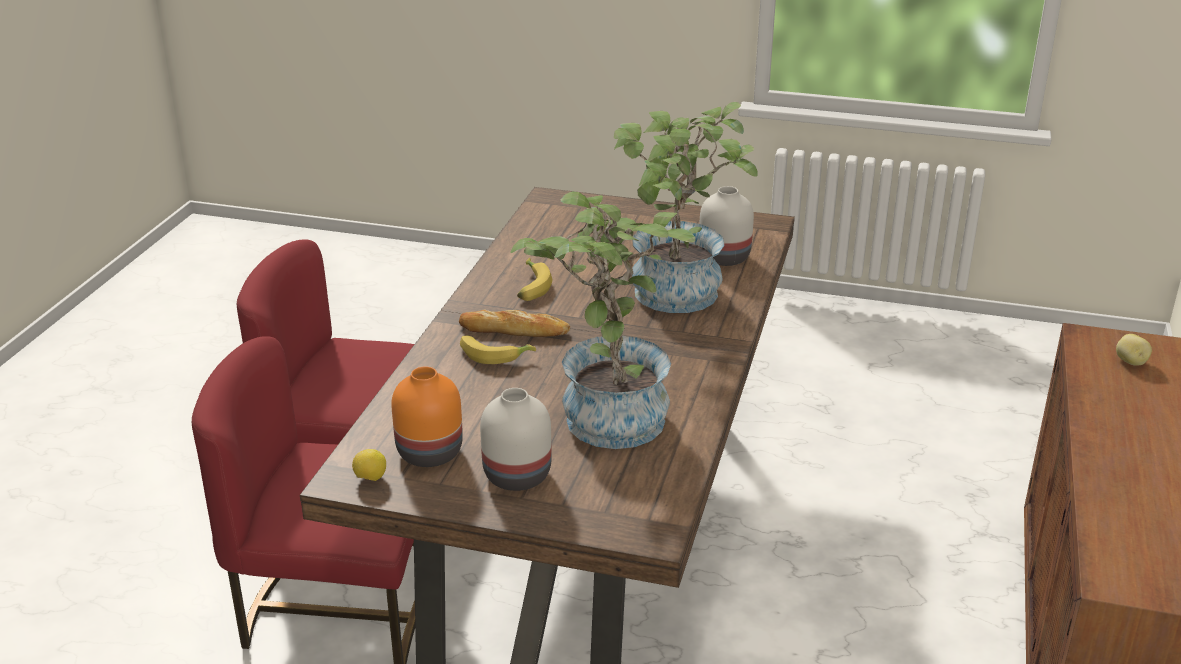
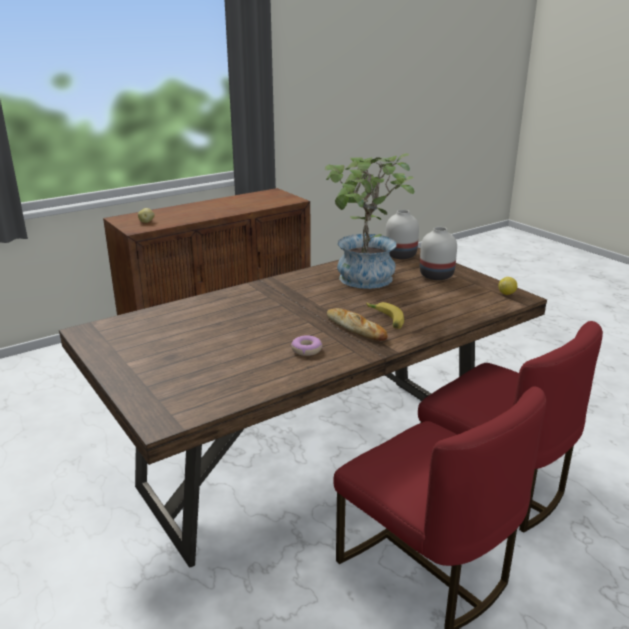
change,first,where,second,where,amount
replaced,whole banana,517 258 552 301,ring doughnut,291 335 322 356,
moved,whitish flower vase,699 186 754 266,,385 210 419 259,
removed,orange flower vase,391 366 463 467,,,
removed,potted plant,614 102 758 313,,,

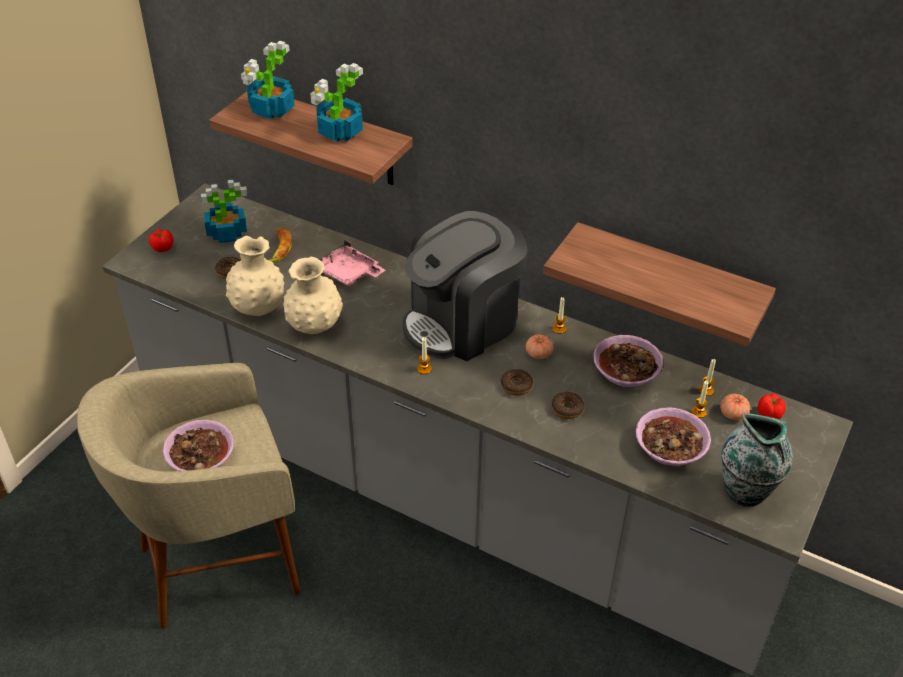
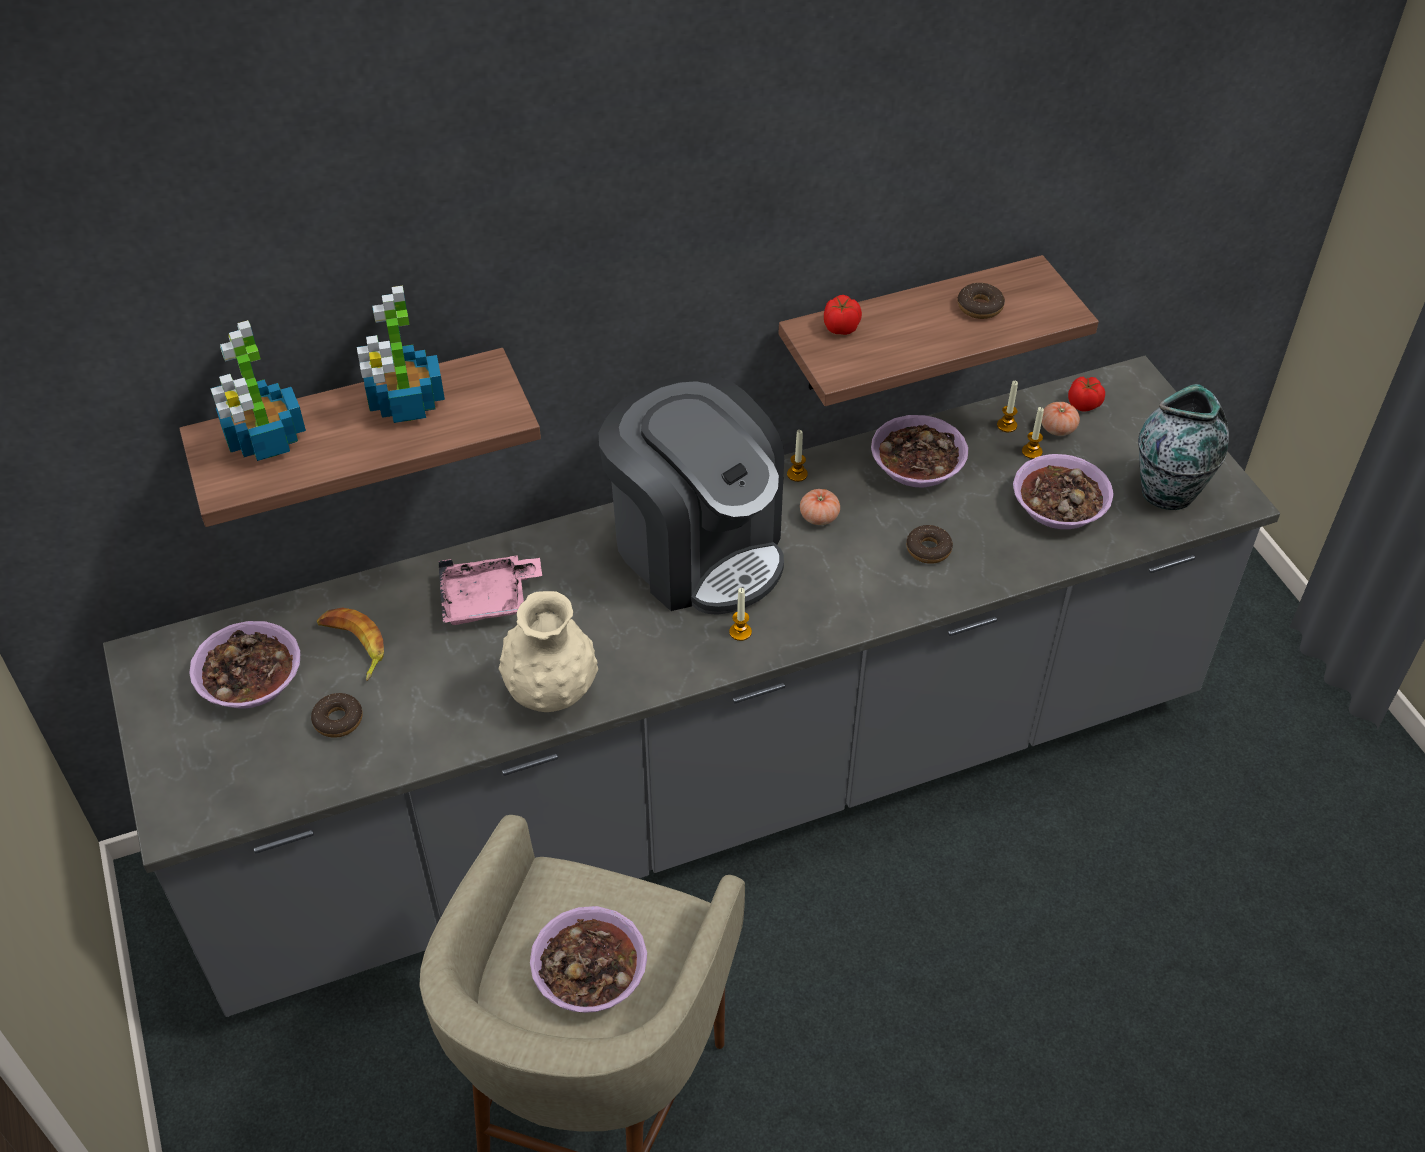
change,first,where,second,where,amount
replaced,potted plant,201 180 248 243,serving bowl,189 621 300 709,
turned,coffee maker,403 206 528 361,,599 373 784 615,45 degrees counterclockwise
moved,fresh tomato,149 229 173 252,,824 295 862 335,
moved,ring doughnut,501 369 533 396,,958 283 1005 319,
removed,beige-coloured flower vase,226 236 284 316,,,

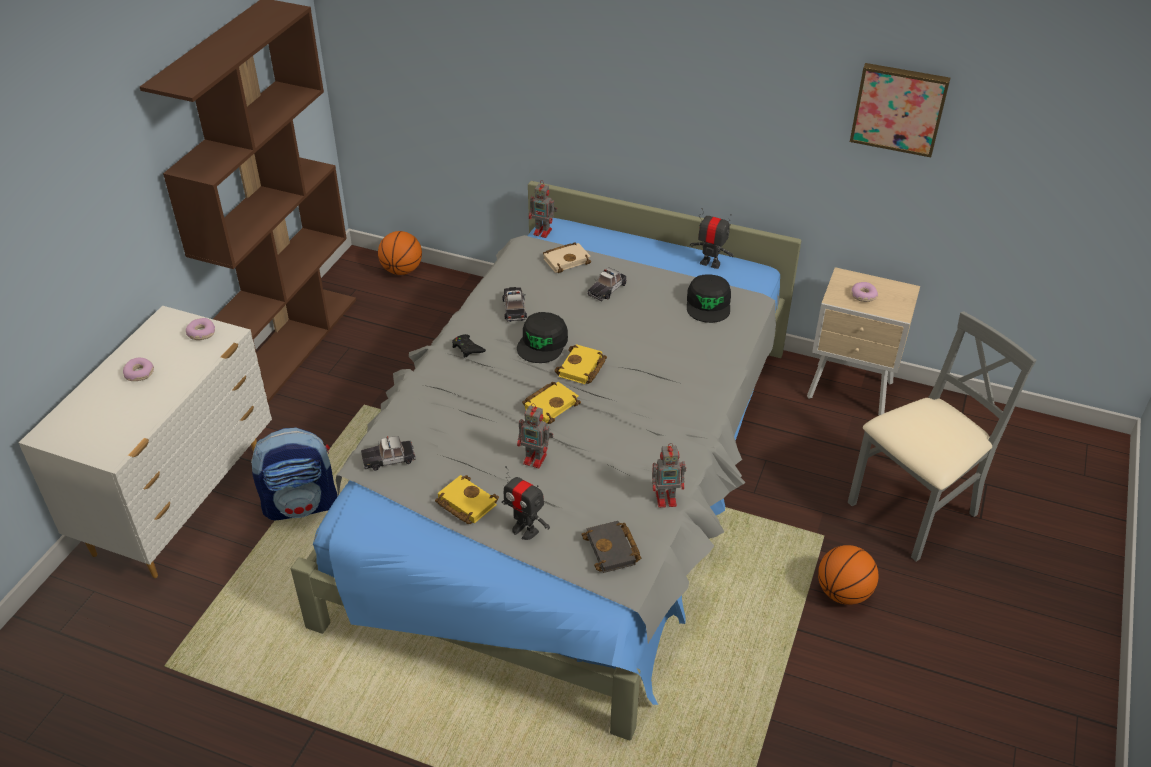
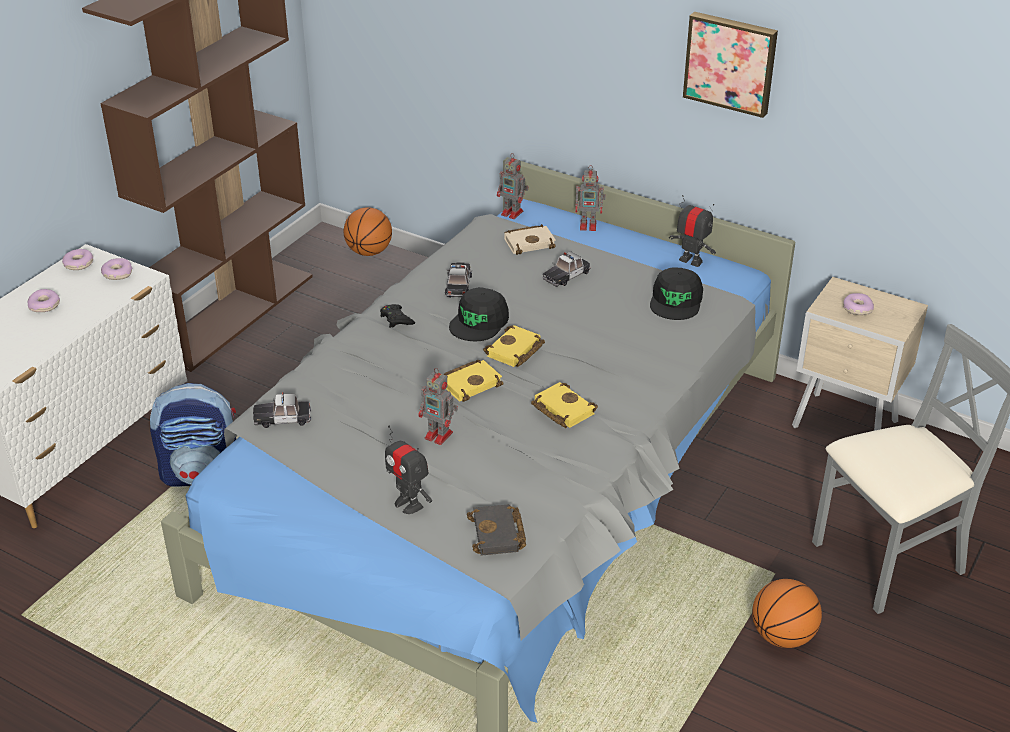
change,first,where,second,where,amount
added,,,ring doughnut,62 249 93 270,
moved,yellow-coloured bound book,435 475 499 524,,531 382 598 428,
moved,toy robot,652 443 686 508,,575 165 606 231,
moved,wall picture,850 63 950 157,,683 12 778 118,

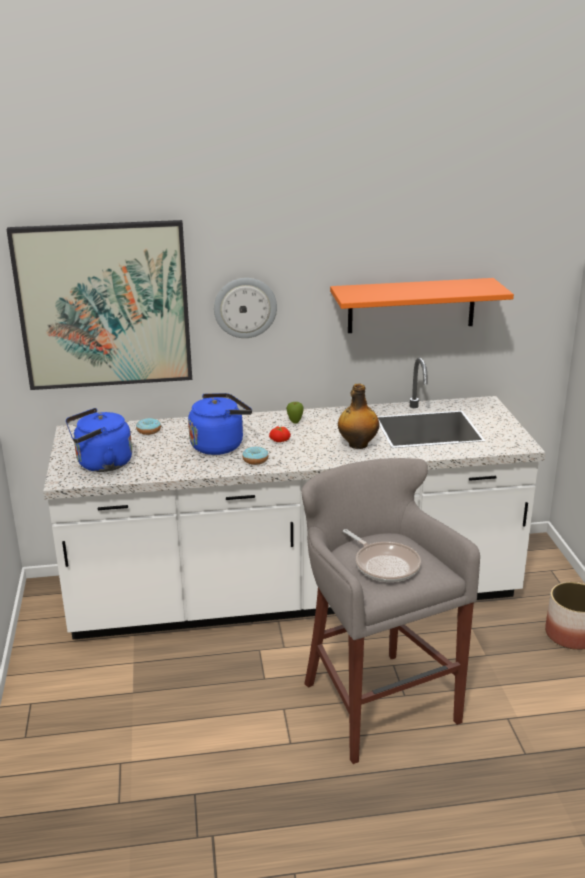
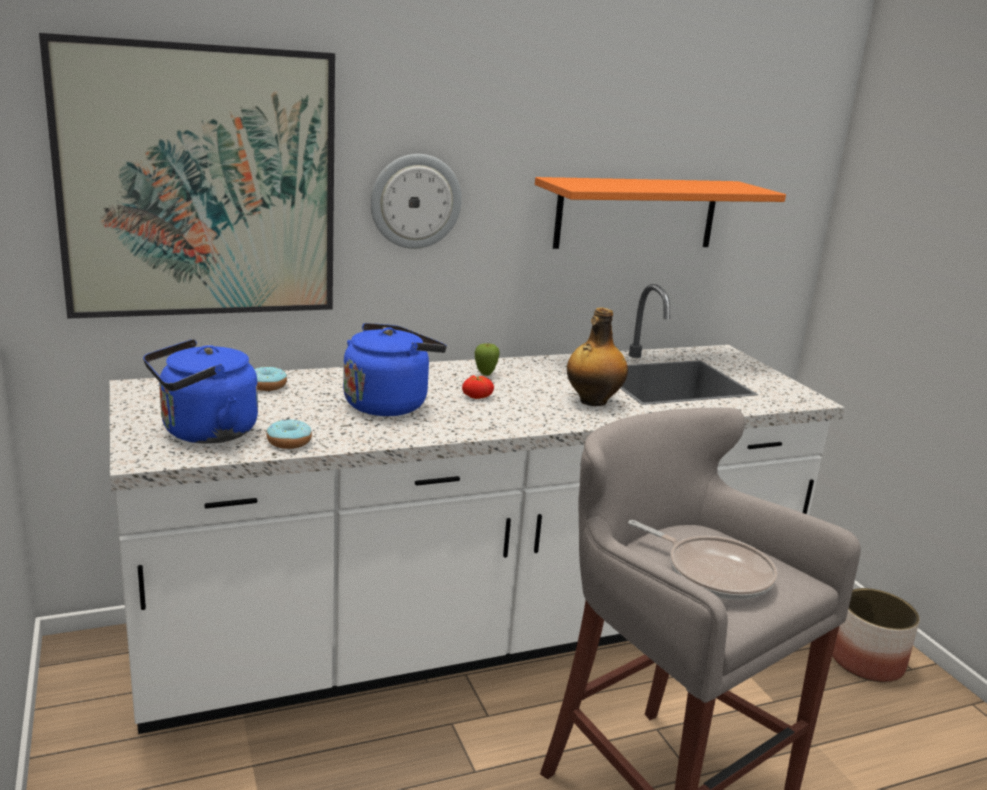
change,first,where,second,where,amount
moved,ring doughnut,242 447 268 465,,266 420 312 449,

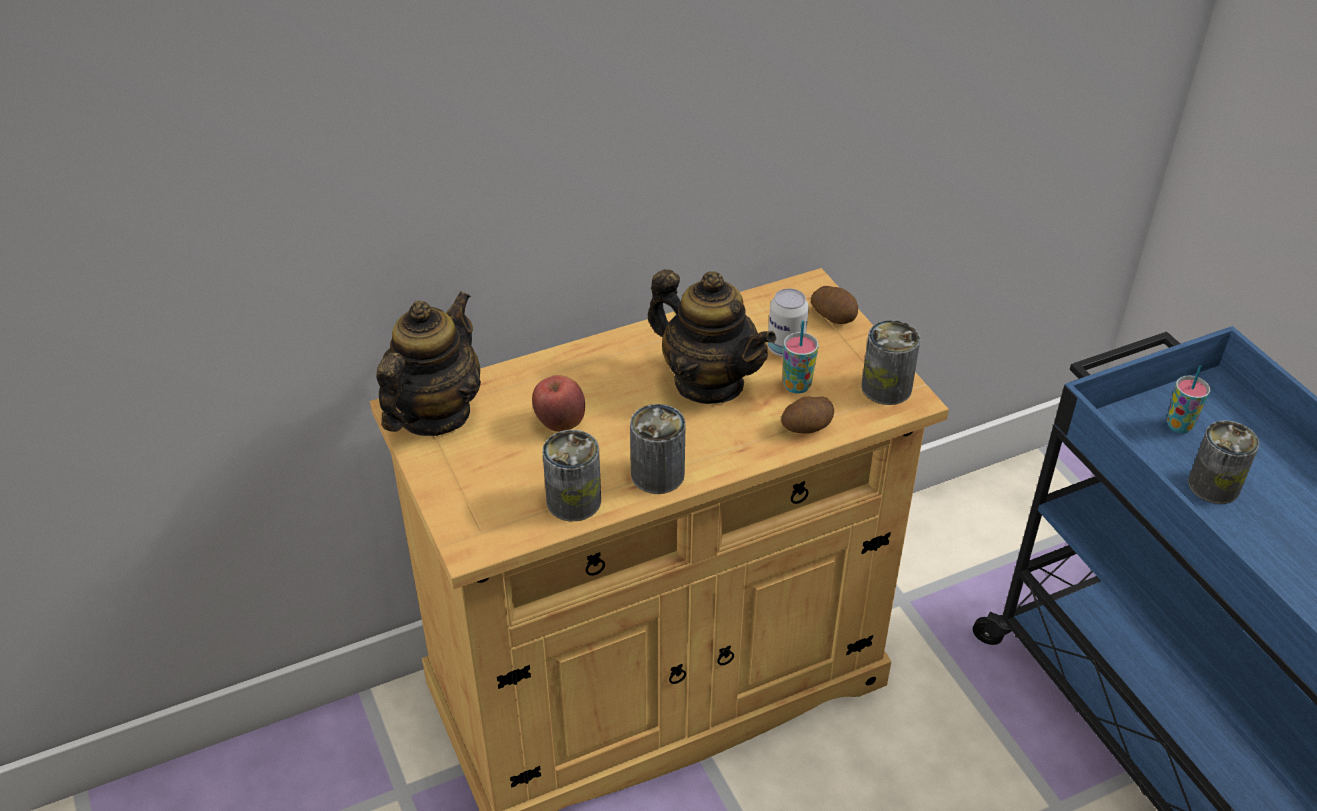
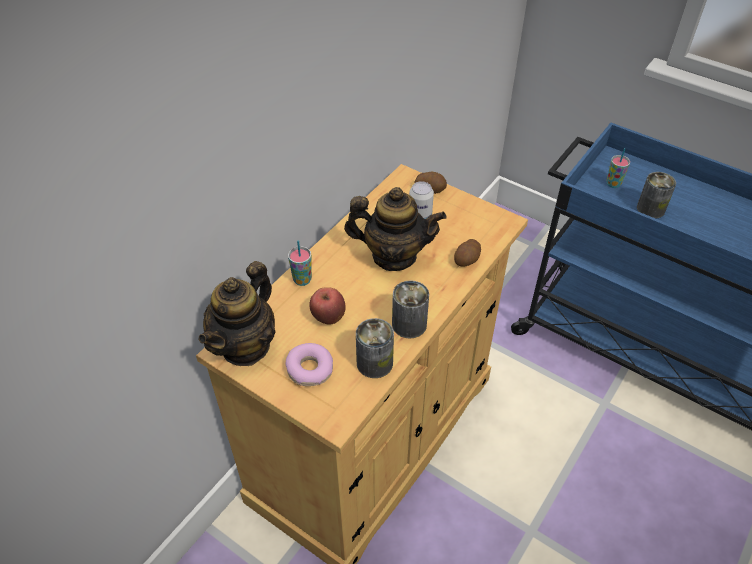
change,first,where,second,where,amount
turned,tea pot,376 291 481 436,,199 261 276 366,150 degrees counterclockwise
added,,,ring doughnut,286 343 333 386,
moved,cup,783 321 819 394,,288 240 312 286,
removed,metal can,862 320 920 405,,,

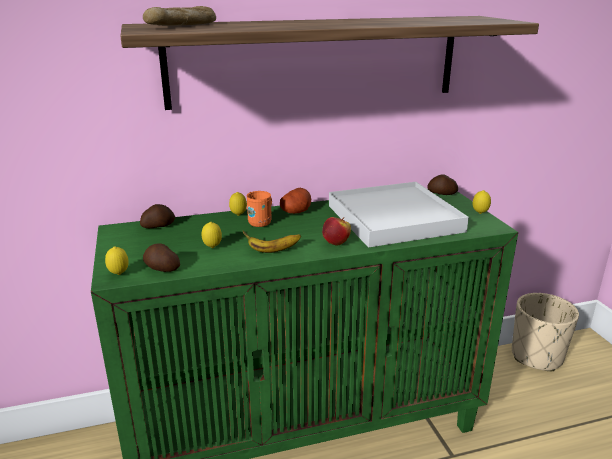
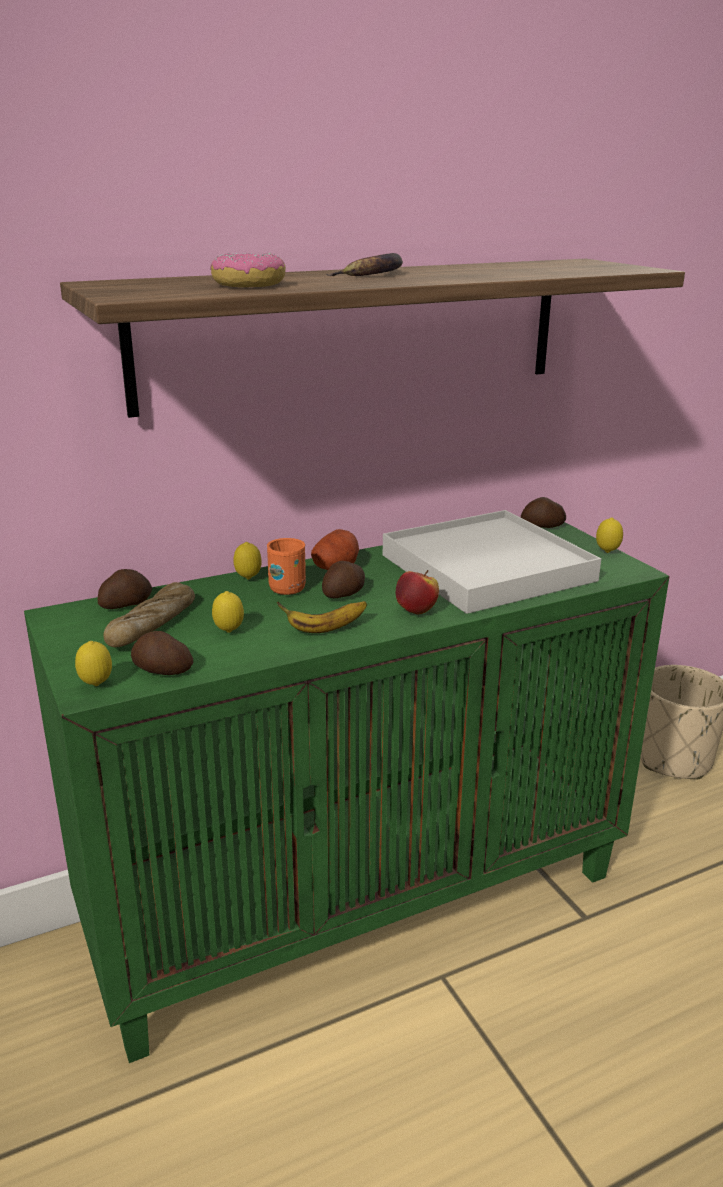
change,first,where,second,where,amount
moved,bakery bread,143 6 216 26,,103 582 195 647,
added,,,ring doughnut,210 253 286 287,
added,,,spud,322 561 365 598,
added,,,whole banana,326 253 403 276,

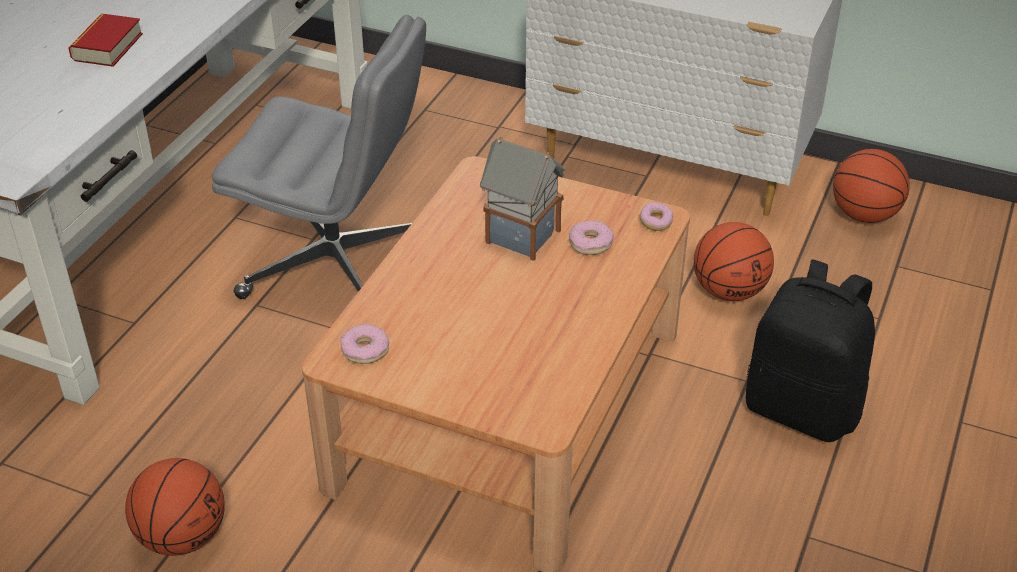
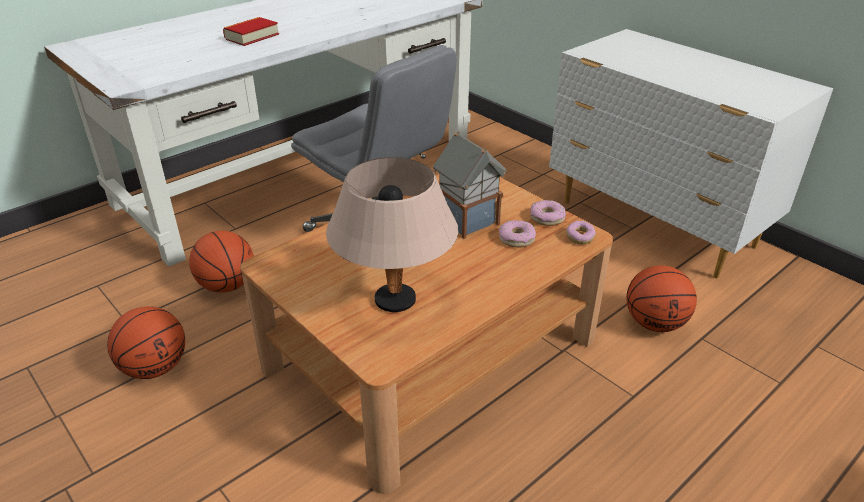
change,first,where,second,where,amount
moved,ball for basketball,833 149 910 223,,189 231 254 293,
added,,,beige-coloured lamp for a table,326 157 458 312,
moved,ring doughnut,340 324 389 364,,530 200 566 226,
removed,black rucksack,746 259 875 442,,,

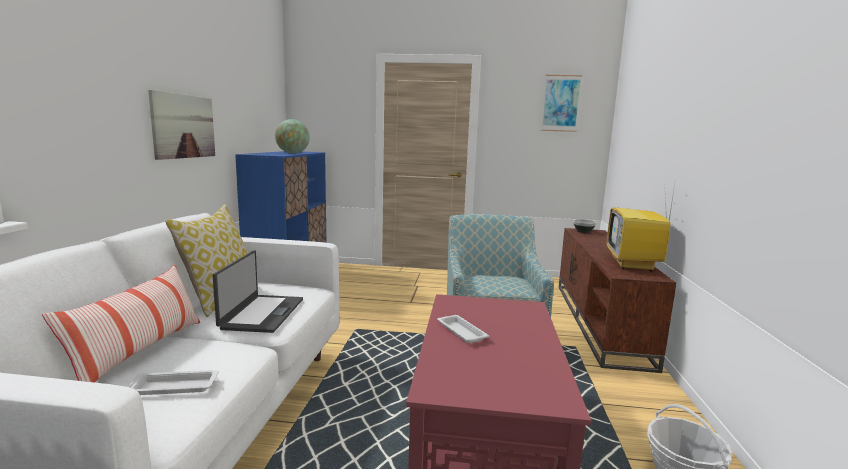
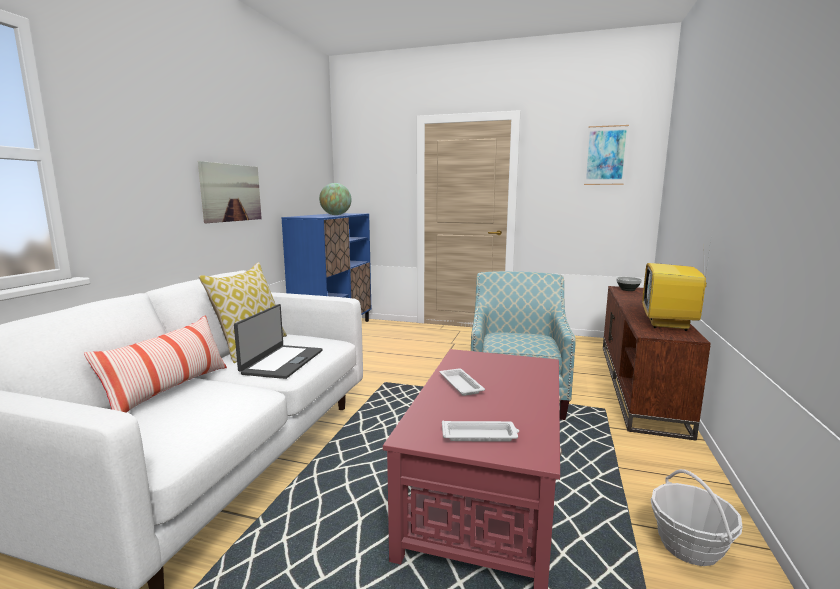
change,first,where,second,where,amount
moved,whitish tray,128 370 219 395,,442 420 519 441,

